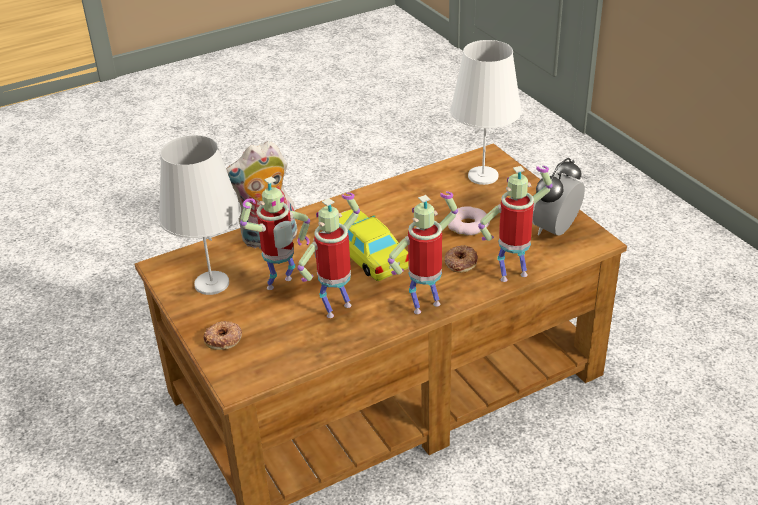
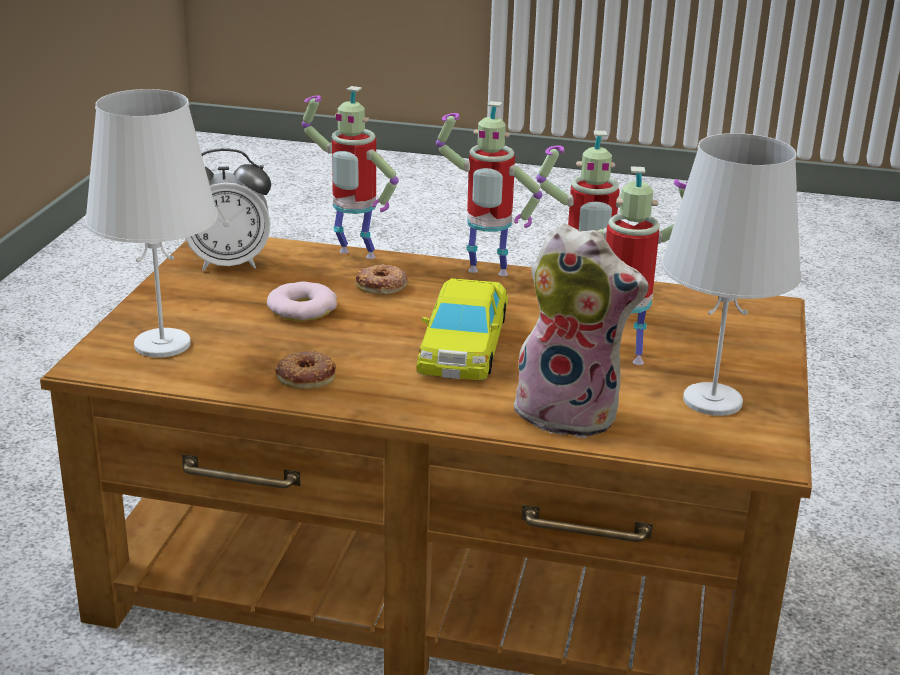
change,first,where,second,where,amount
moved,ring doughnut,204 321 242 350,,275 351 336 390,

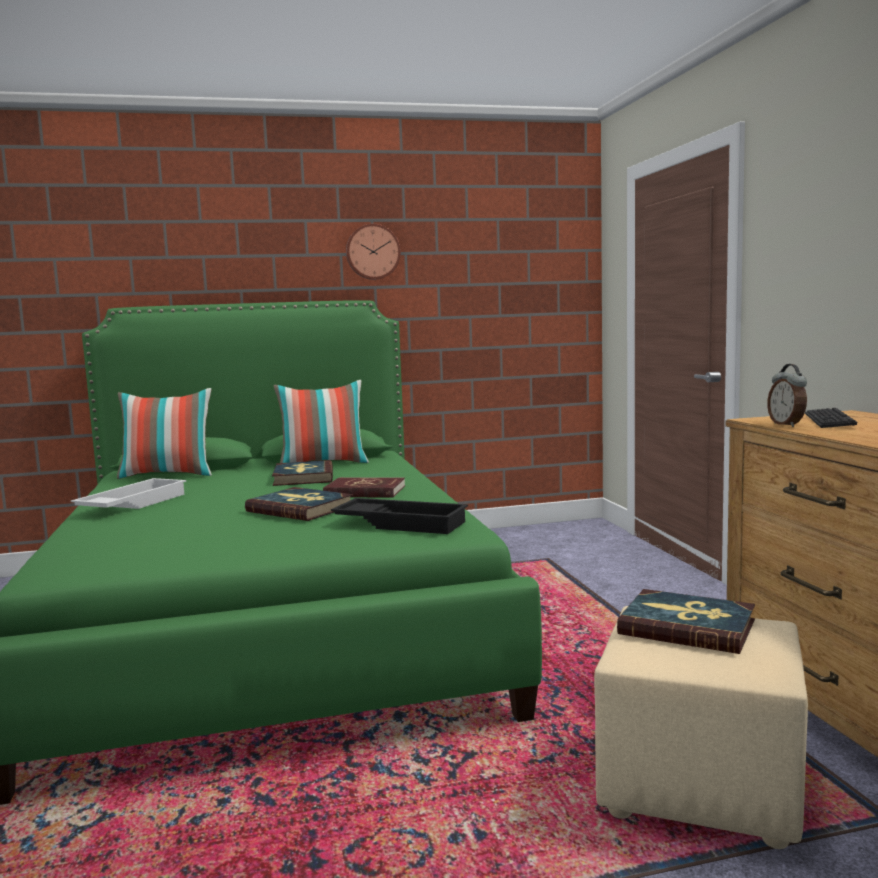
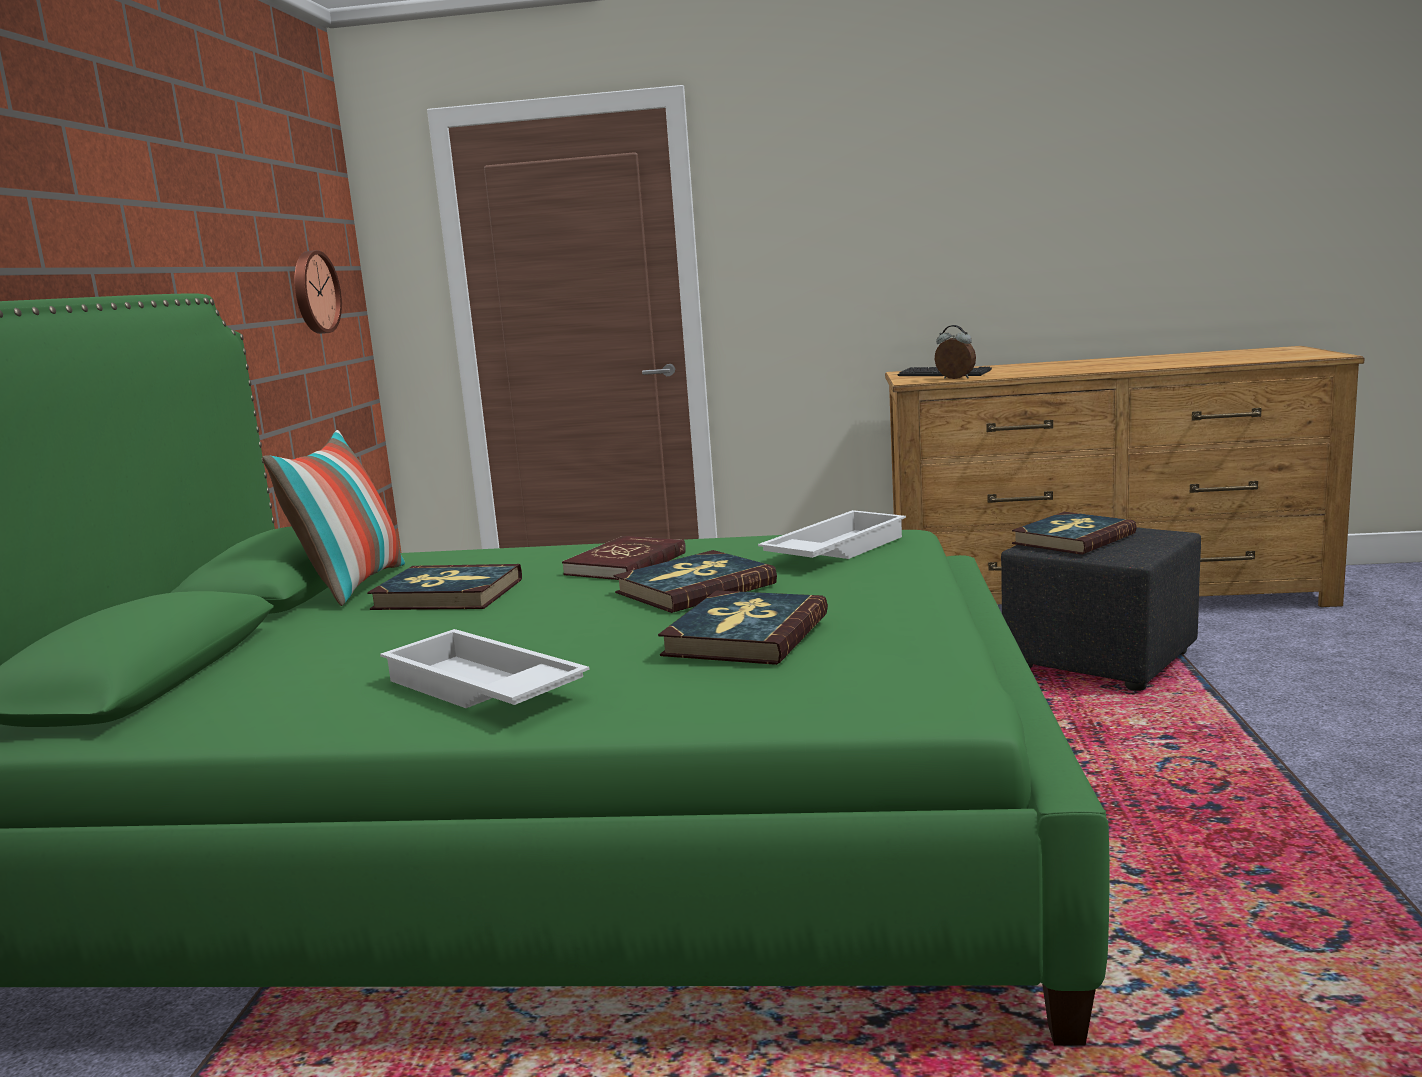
change,first,where,second,where,amount
moved,wall clock,346 224 401 280,,294 250 342 334,
added,,,bound book,658 591 828 665,
recoloured,black tray,331 498 468 534,whitish tray,758 510 906 559,
turned,alarm clock,767 364 807 427,,935 325 976 379,150 degrees counterclockwise
recoloured,beige-coloured footrest,594 606 808 849,black footrest,1001 527 1201 691,
removed,pillow,117 388 212 479,,,

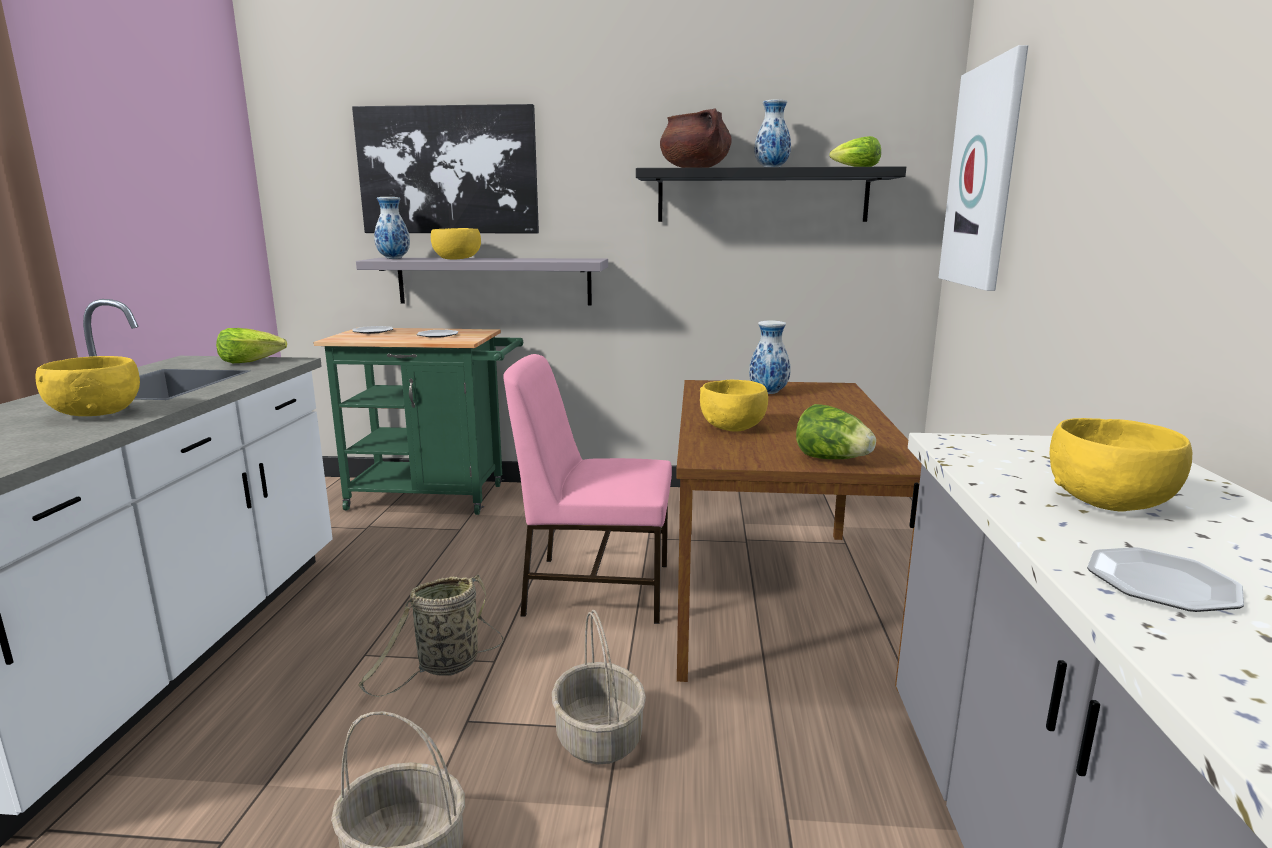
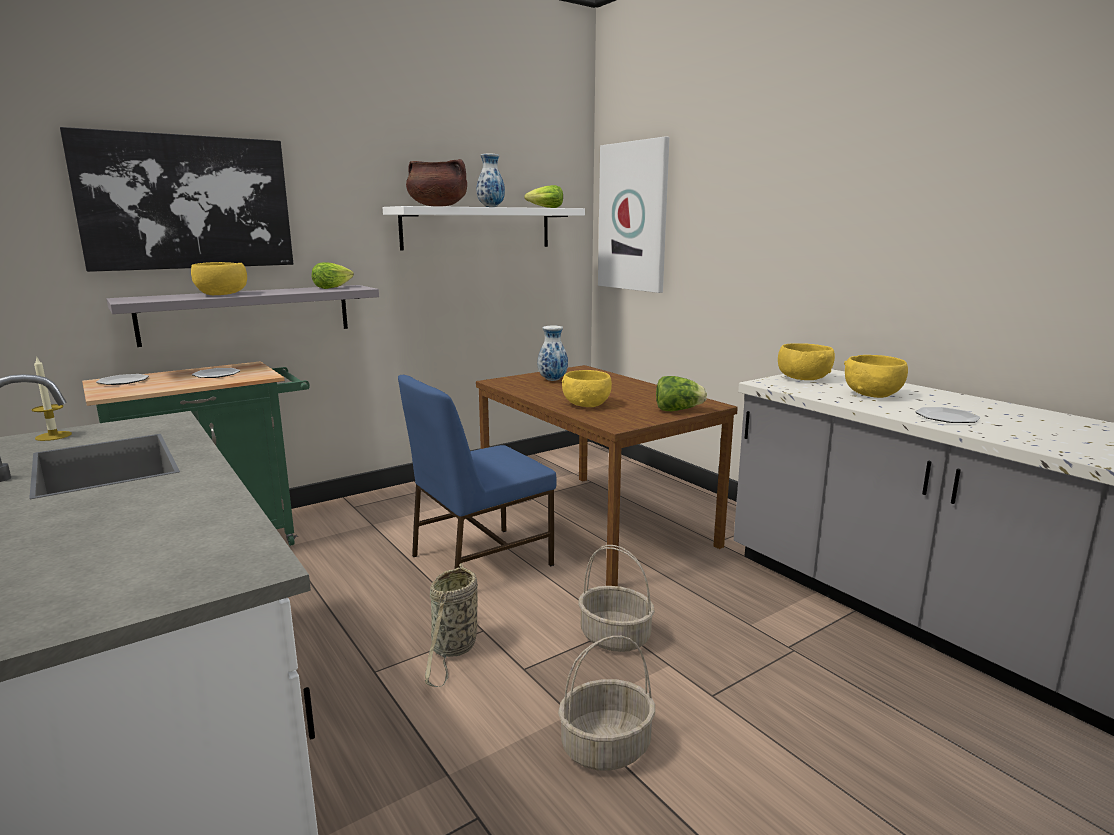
change,first,where,second,where,amount
added,,,wax light,32 358 72 441,
moved,head of lettuce,216 328 287 363,,312 262 354 289,
recoloured,black bracket shelf,636 166 906 222,whitish bracket shelf,383 206 585 250,
recoloured,pink-coloured upright chair,503 354 672 624,bluish upright chair,398 375 557 569,
moved,yellow-coloured serving bowl,35 356 140 416,,778 343 835 380,
removed,flower vase,374 197 410 259,,,

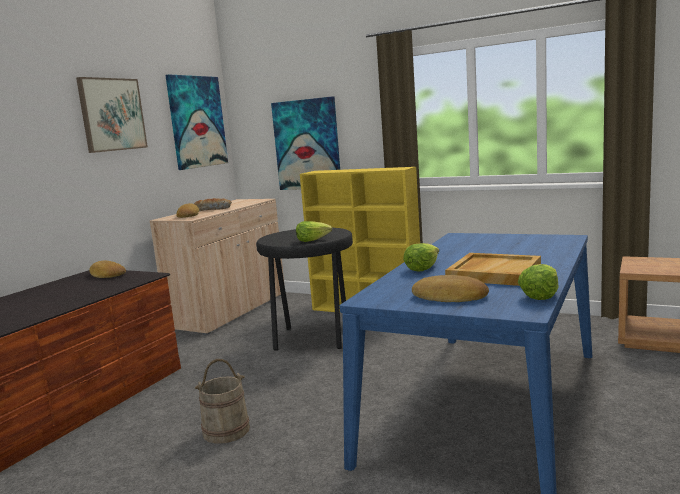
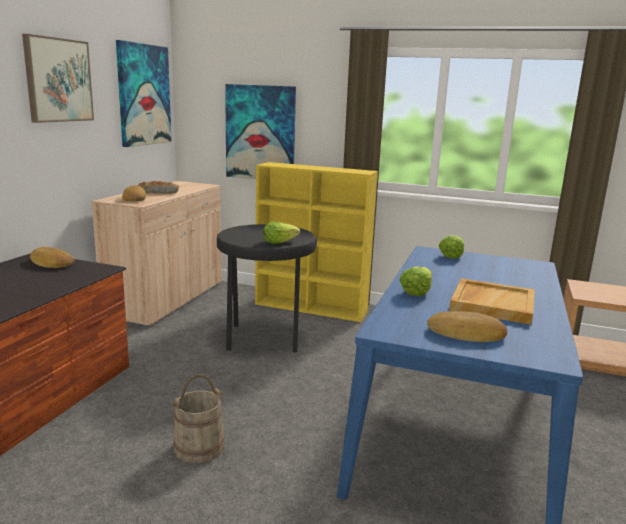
change,first,where,second,where,amount
moved,head of lettuce,518 264 559 300,,439 235 464 259,

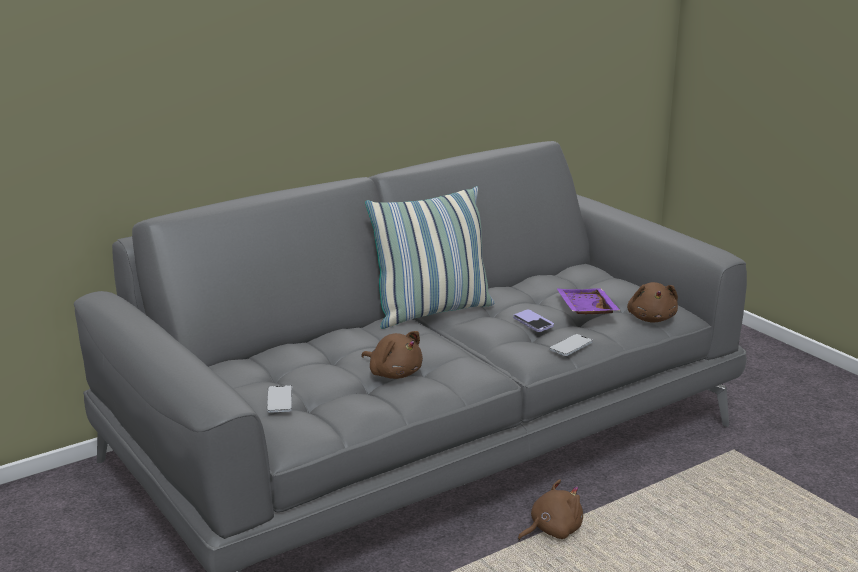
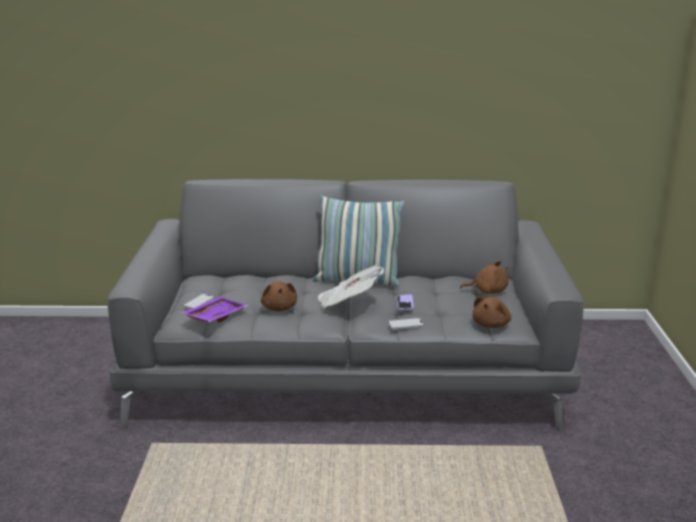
change,first,where,second,where,amount
moved,purplish tray,557 288 621 315,,181 297 248 323,
added,,,daily paper,318 265 384 309,
moved,brown cuddly toy,518 479 583 541,,460 261 508 294,

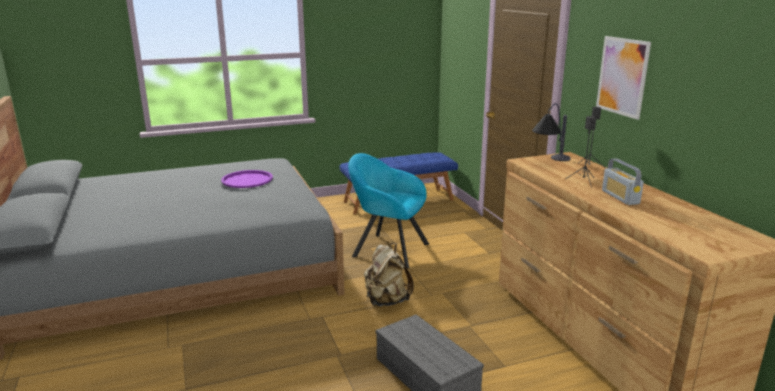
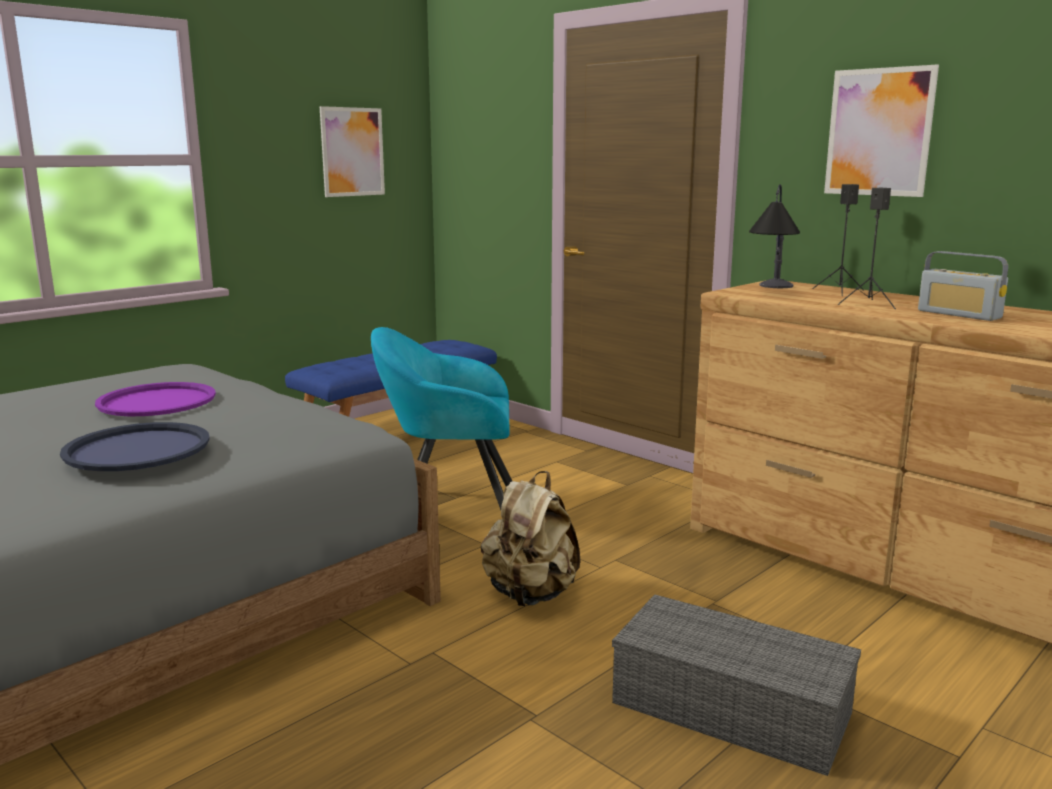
change,first,where,second,where,amount
added,,,bluish tray,60 422 210 471,
added,,,wall picture,320 106 385 197,

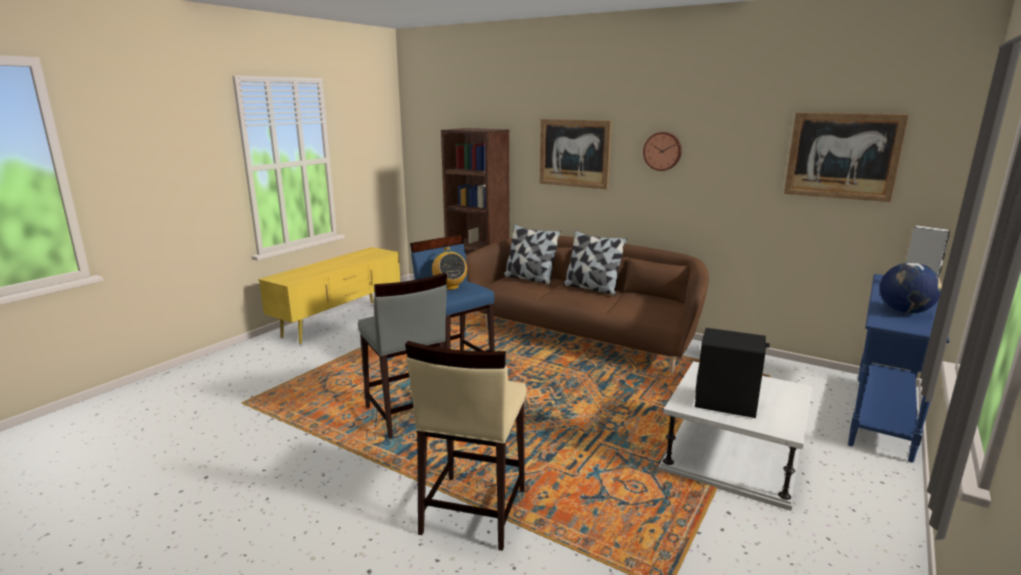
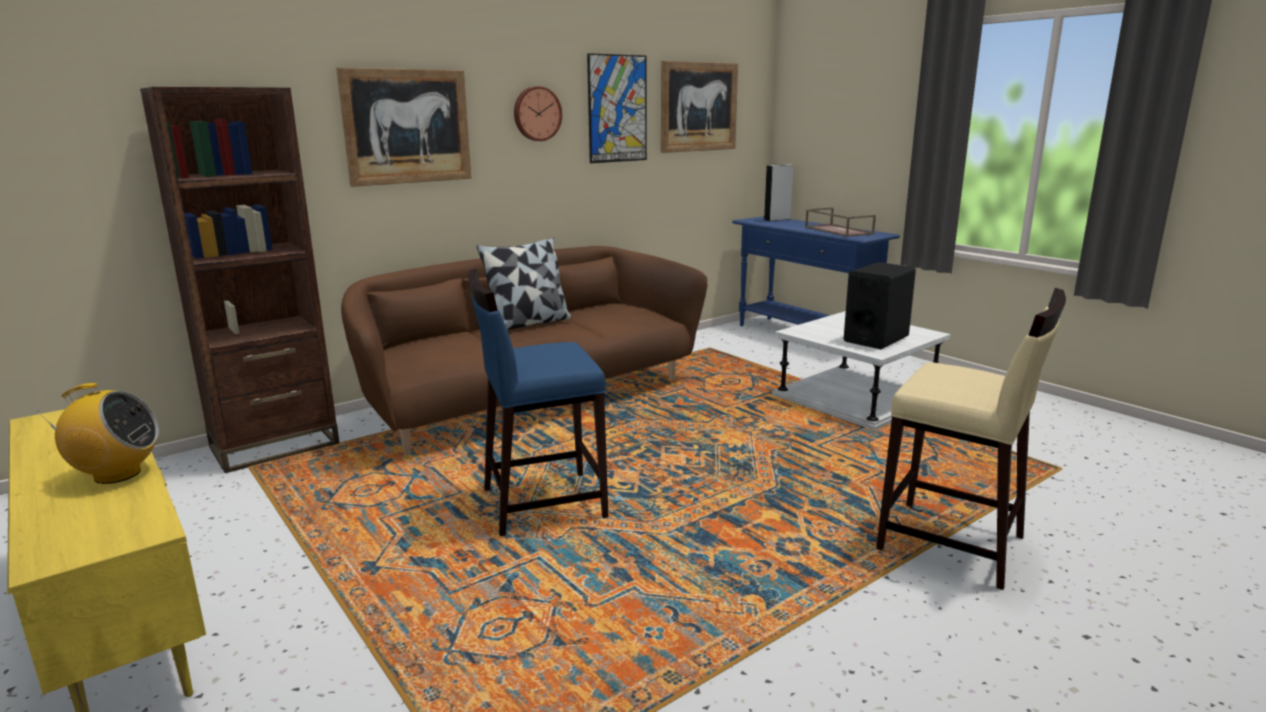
change,first,where,second,where,amount
moved,radio,432 247 467 290,,37 383 159 484,
added,,,wall picture,587 53 647 163,
replaced,world globe,880 263 942 314,brown tray,805 207 876 237,
removed,grey sitting stool,358 273 447 439,,,
removed,pillow,503 224 561 285,,,

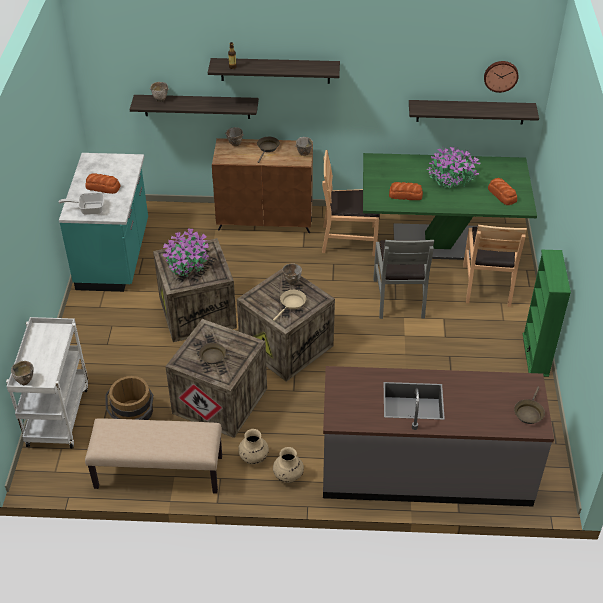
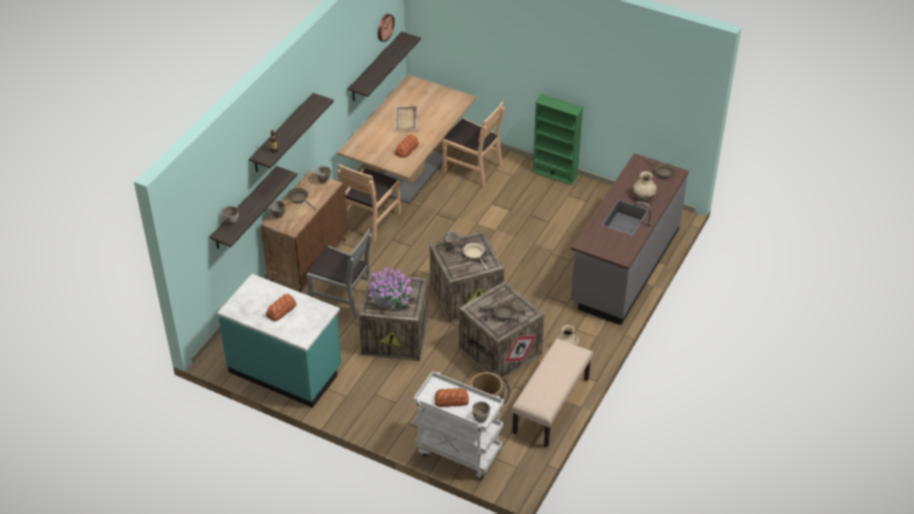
change,first,where,second,where,amount
moved,grey upright chair,373 240 434 319,,306 228 372 320,
recoloured,green-coloured dining table,363 153 537 260,brown dining table,337 75 476 204,
replaced,potted plant,427 146 481 189,beige-coloured tray,394 106 419 131,
moved,bakery bread,488 178 517 205,,435 388 469 407,
moved,beige-coloured flower vase,273 447 304 483,,633 171 657 200,
removed,frying pan,58 193 104 215,,,

